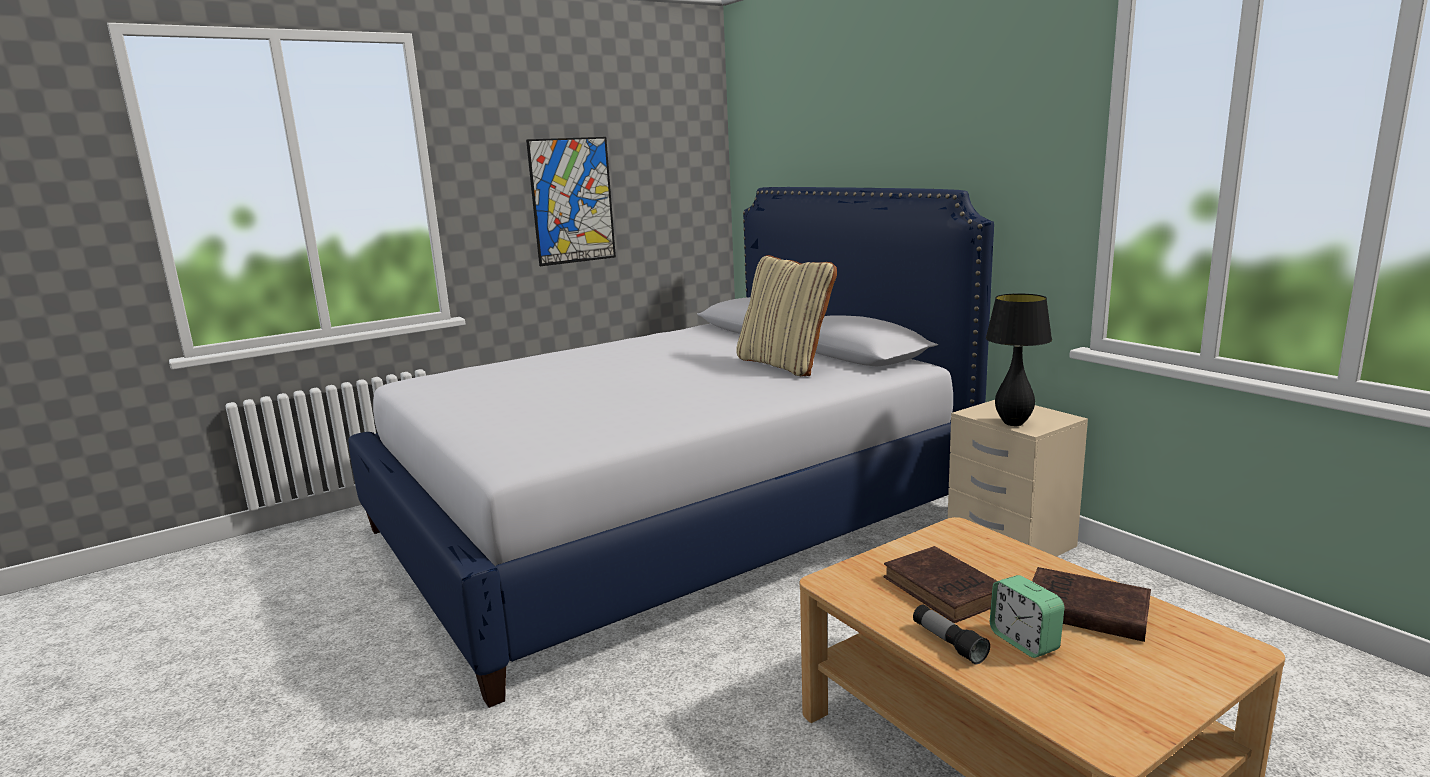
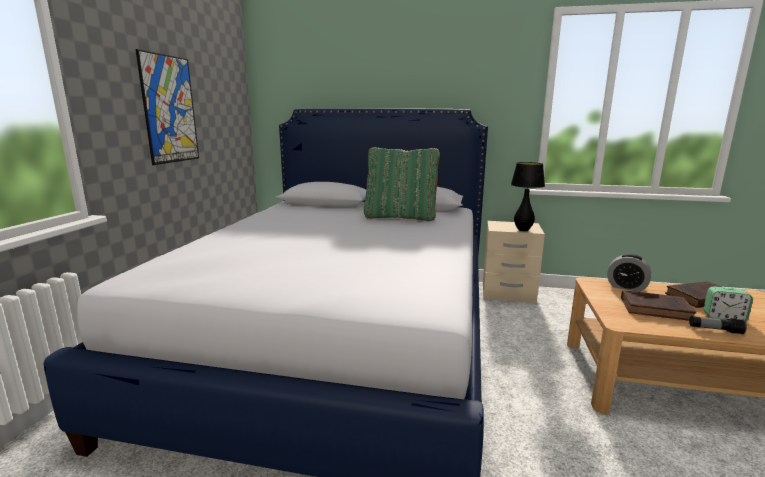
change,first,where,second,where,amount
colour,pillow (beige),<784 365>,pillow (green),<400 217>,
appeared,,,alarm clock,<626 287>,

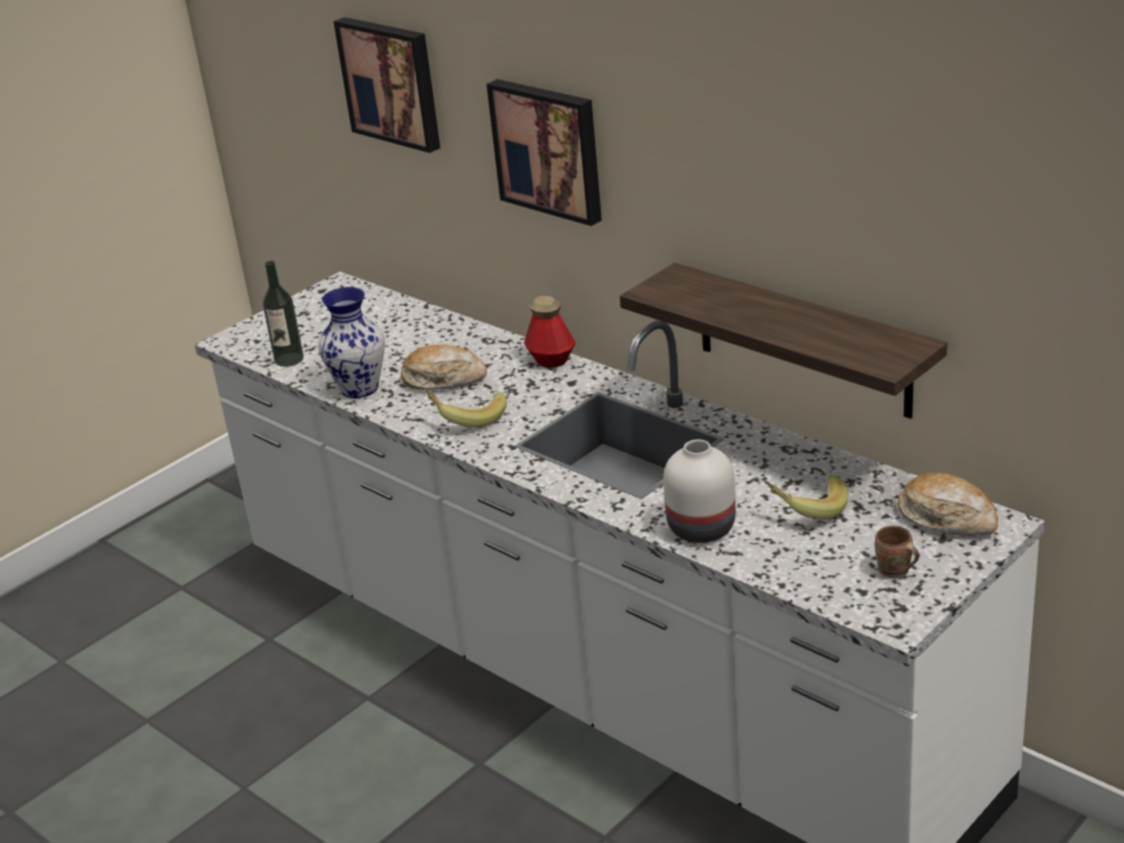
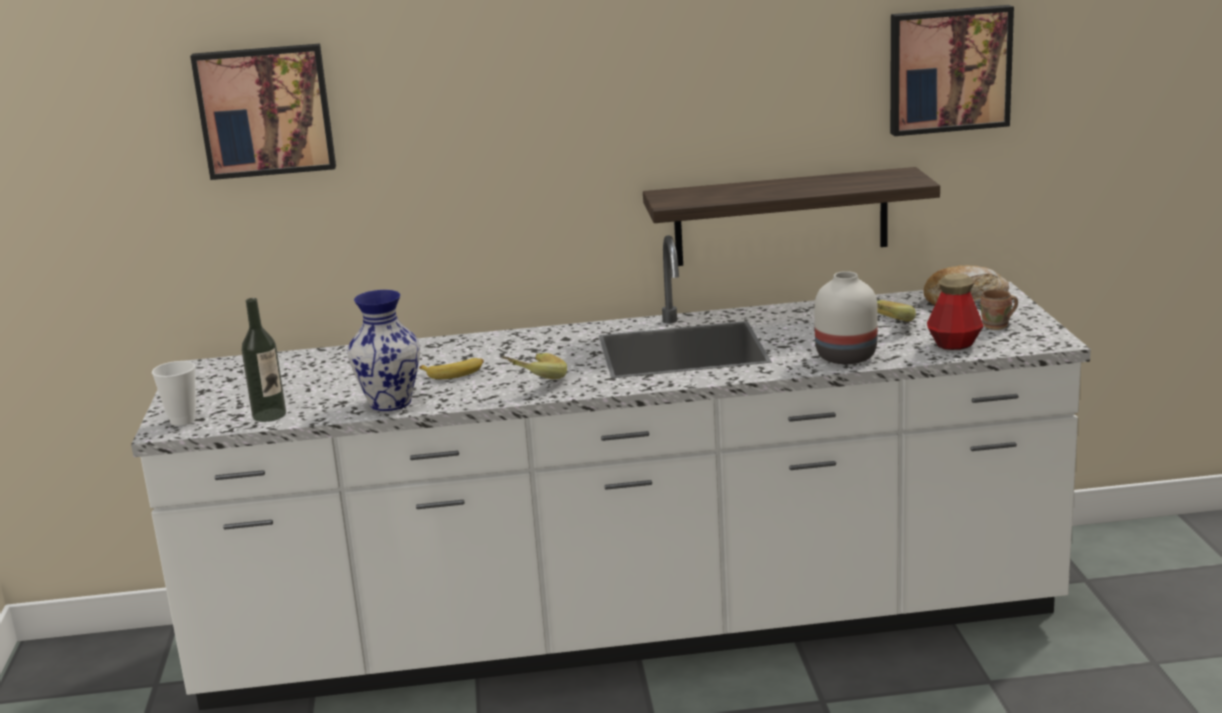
change,first,where,second,where,amount
relocated,picture,<549 149>,,<948 69>,
relocated,bottle,<551 360>,,<954 344>,
exchanged,bread,<444 379>,banana,<454 373>,
appeared,,,cup,<182 420>,

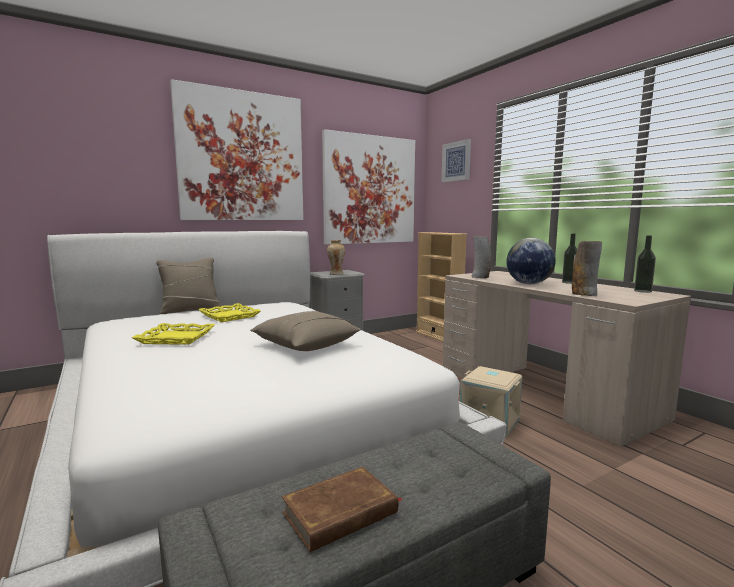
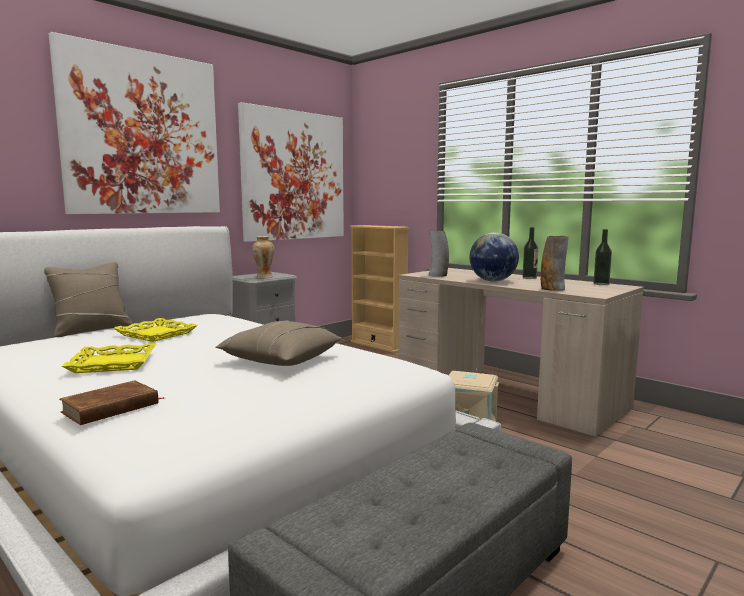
change,first,where,second,where,amount
missing,picture,<456 161>,,,
relocated,book (brown),<341 513>,,<111 408>,

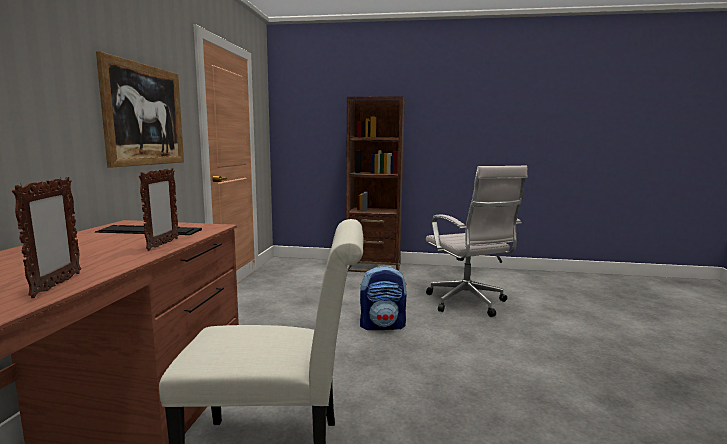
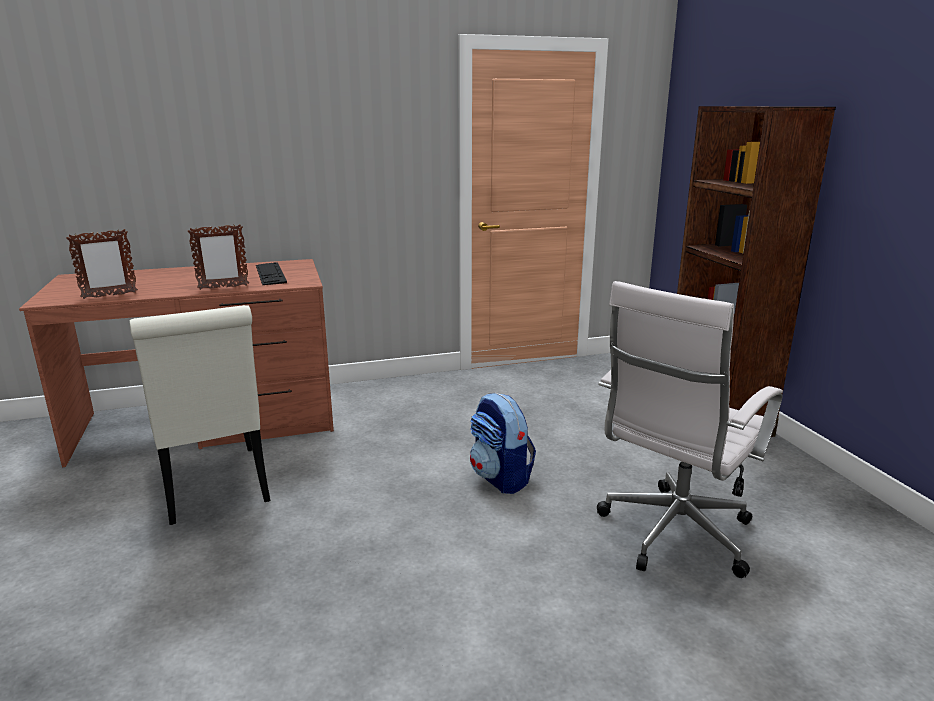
change,first,where,second,where,amount
missing,picture,<144 115>,,,

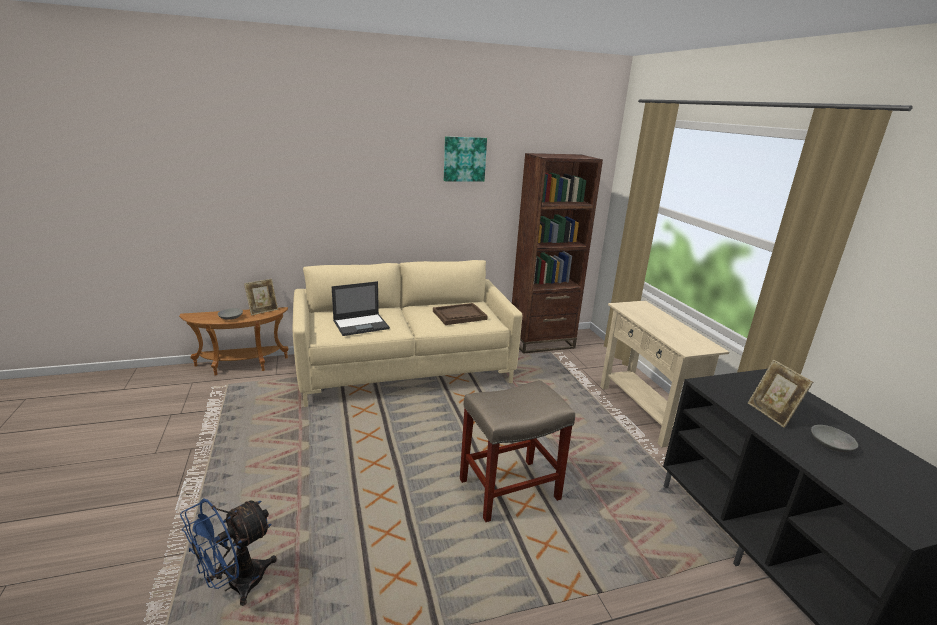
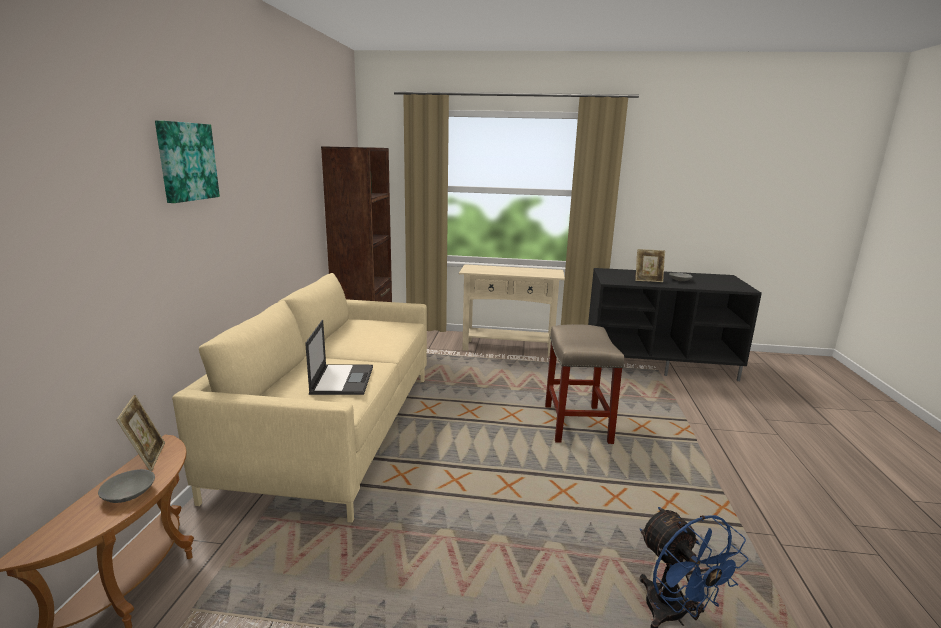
change,first,where,second,where,amount
relocated,picture,<464 159>,,<186 161>,
missing,tray (brown),<459 315>,,,

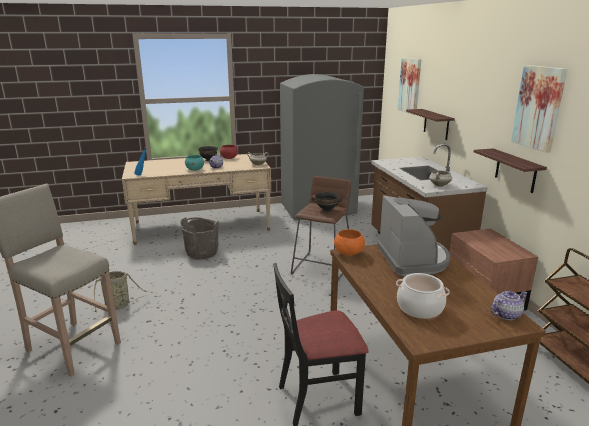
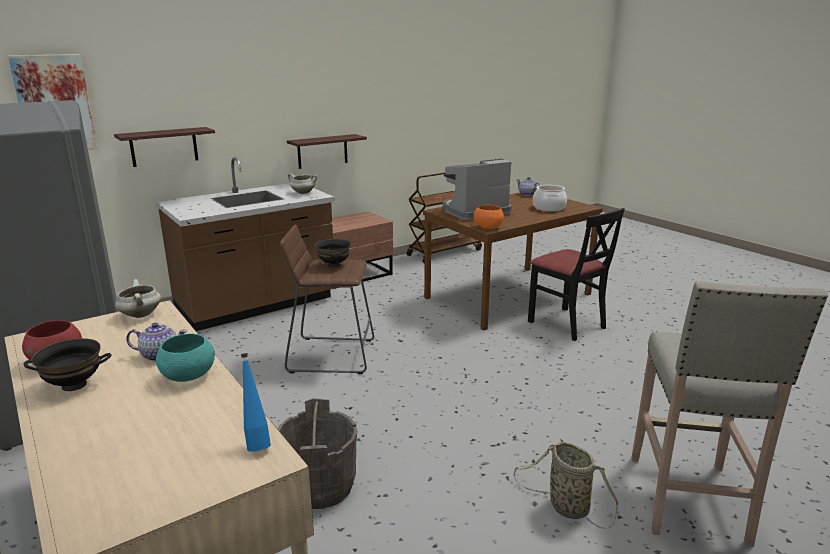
change,first,where,second,where,amount
missing,picture,<538 107>,,,

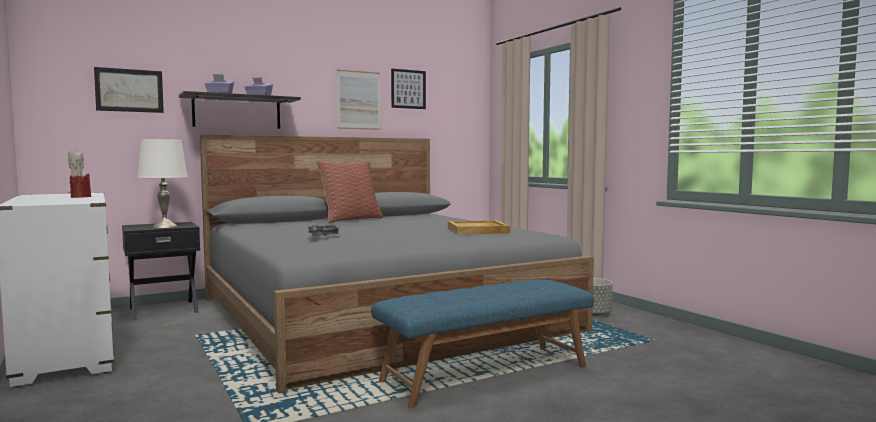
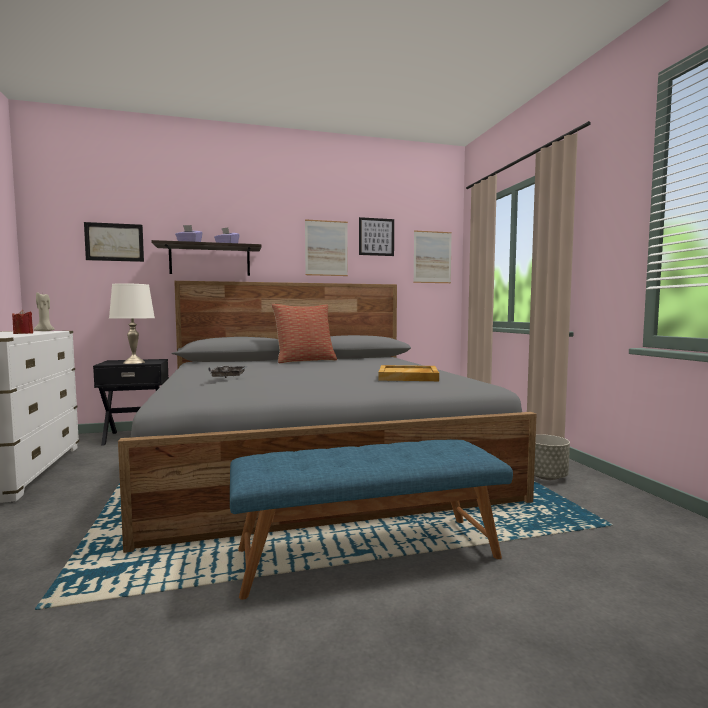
change,first,where,second,where,amount
appeared,,,picture,<432 257>,

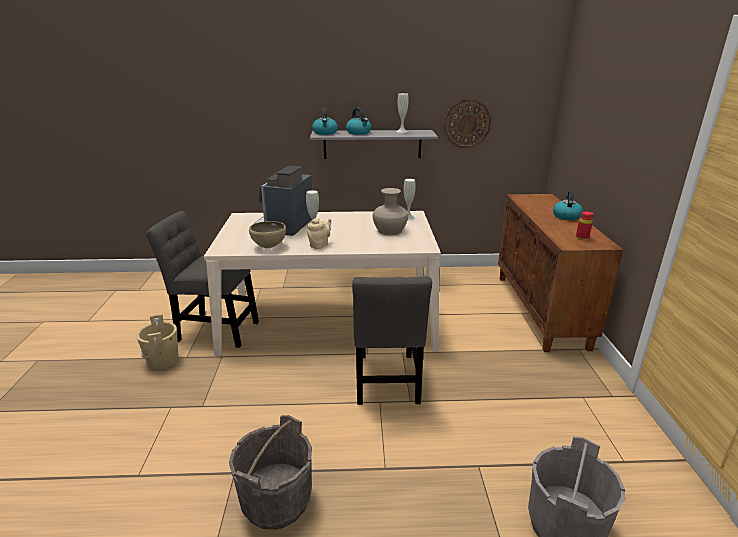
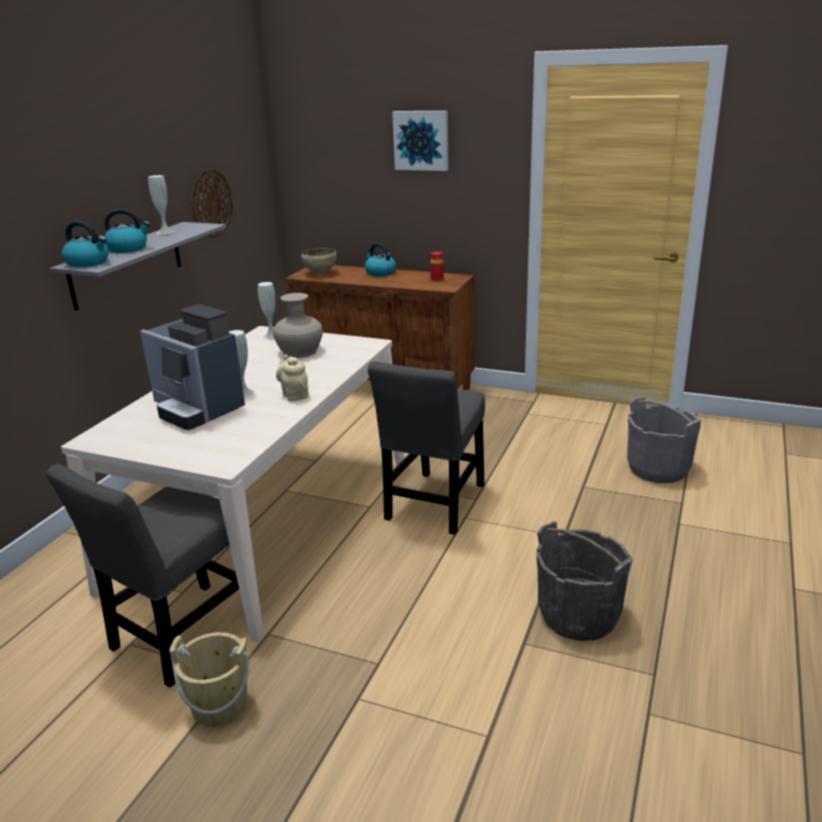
change,first,where,second,where,amount
relocated,bowl (brown),<269 247>,,<321 273>,
spun,chair (grey),<387 382>,,<434 505>,90 degrees clockwise
appeared,,,picture,<421 140>,

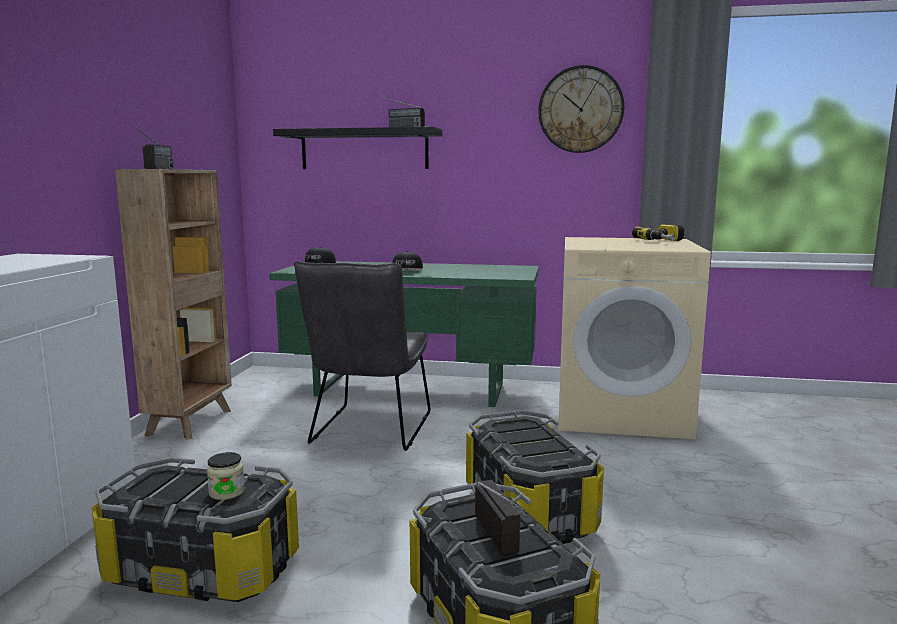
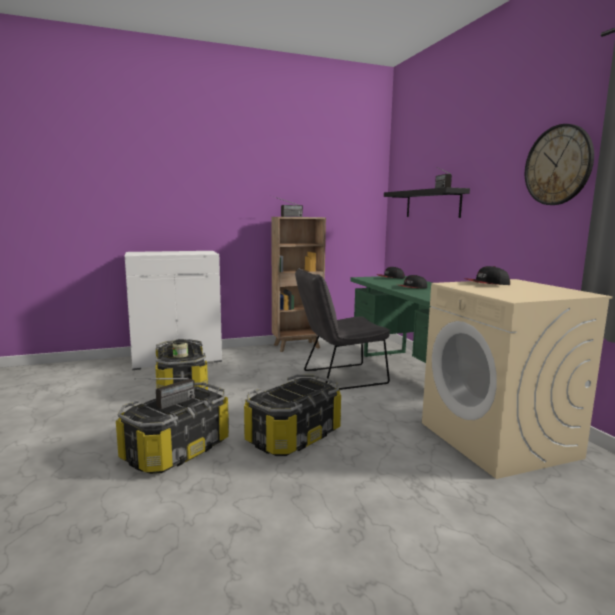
change,first,where,second,where,amount
missing,power drill,<665 241>,,,
appeared,,,cap,<486 284>,

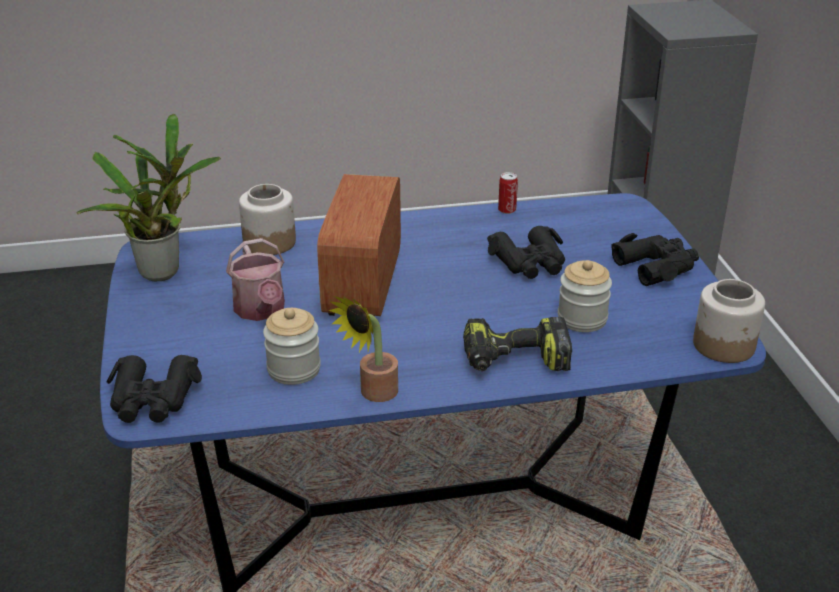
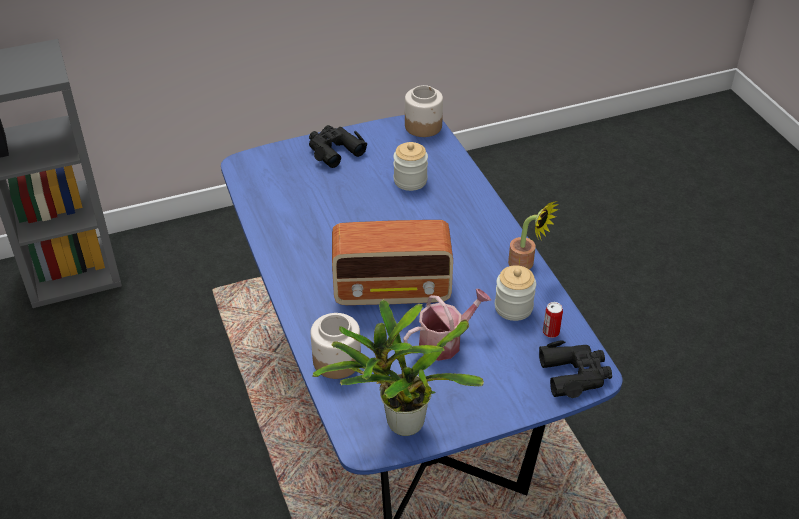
change,first,where,second,where,amount
relocated,can,<507 210>,,<551 332>,
missing,binoculars (black),<529 262>,,,
missing,power drill,<514 361>,,,

